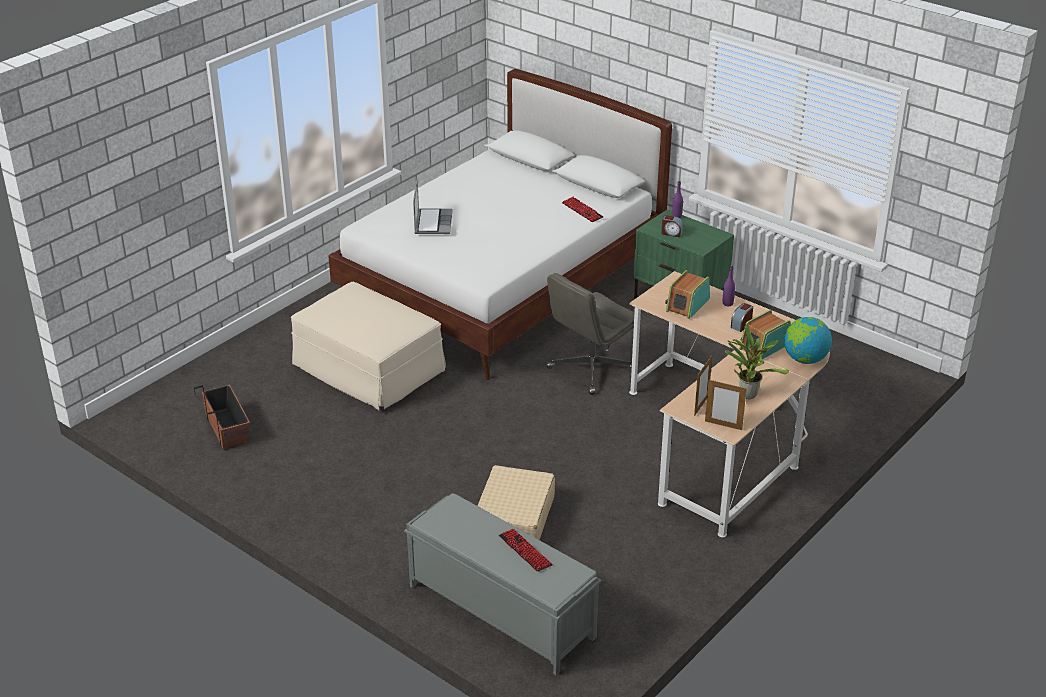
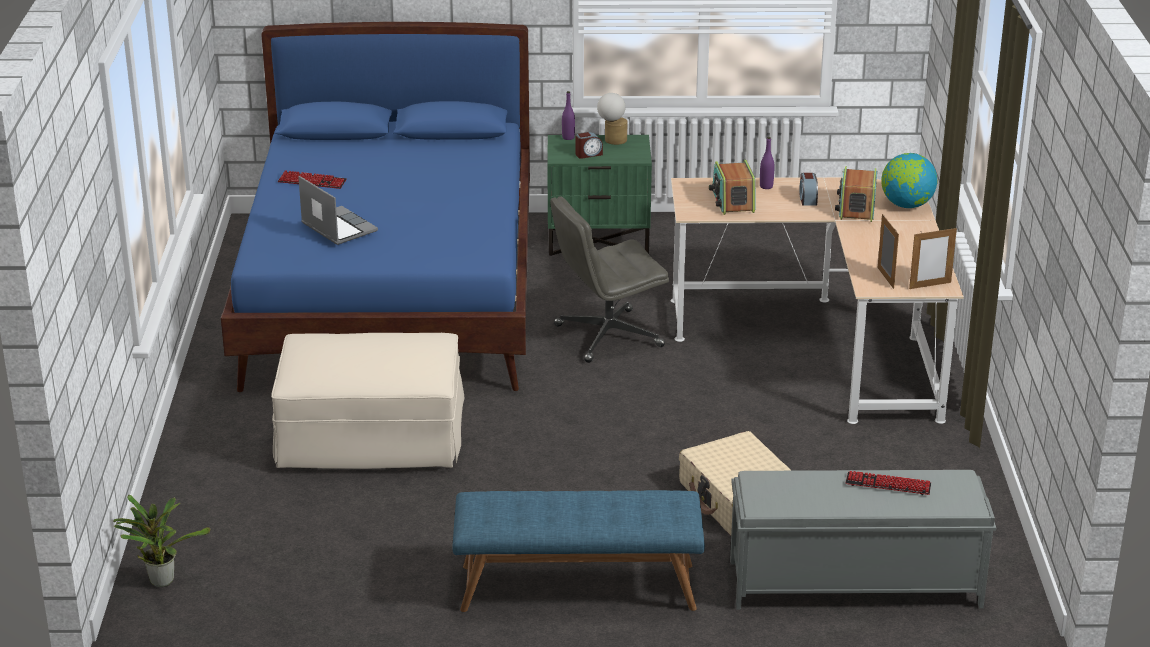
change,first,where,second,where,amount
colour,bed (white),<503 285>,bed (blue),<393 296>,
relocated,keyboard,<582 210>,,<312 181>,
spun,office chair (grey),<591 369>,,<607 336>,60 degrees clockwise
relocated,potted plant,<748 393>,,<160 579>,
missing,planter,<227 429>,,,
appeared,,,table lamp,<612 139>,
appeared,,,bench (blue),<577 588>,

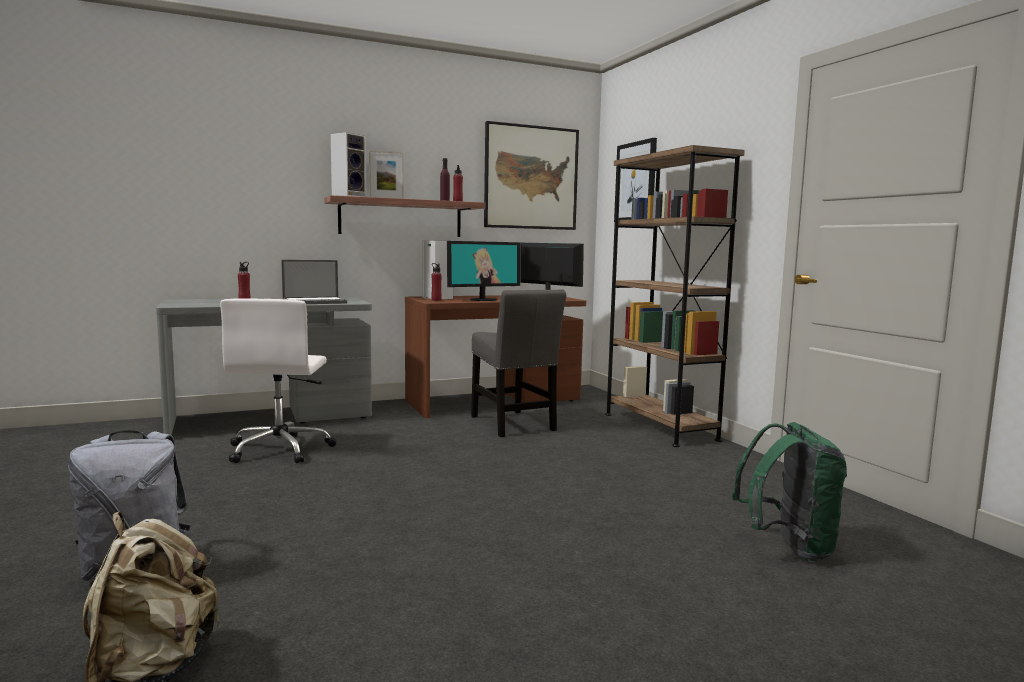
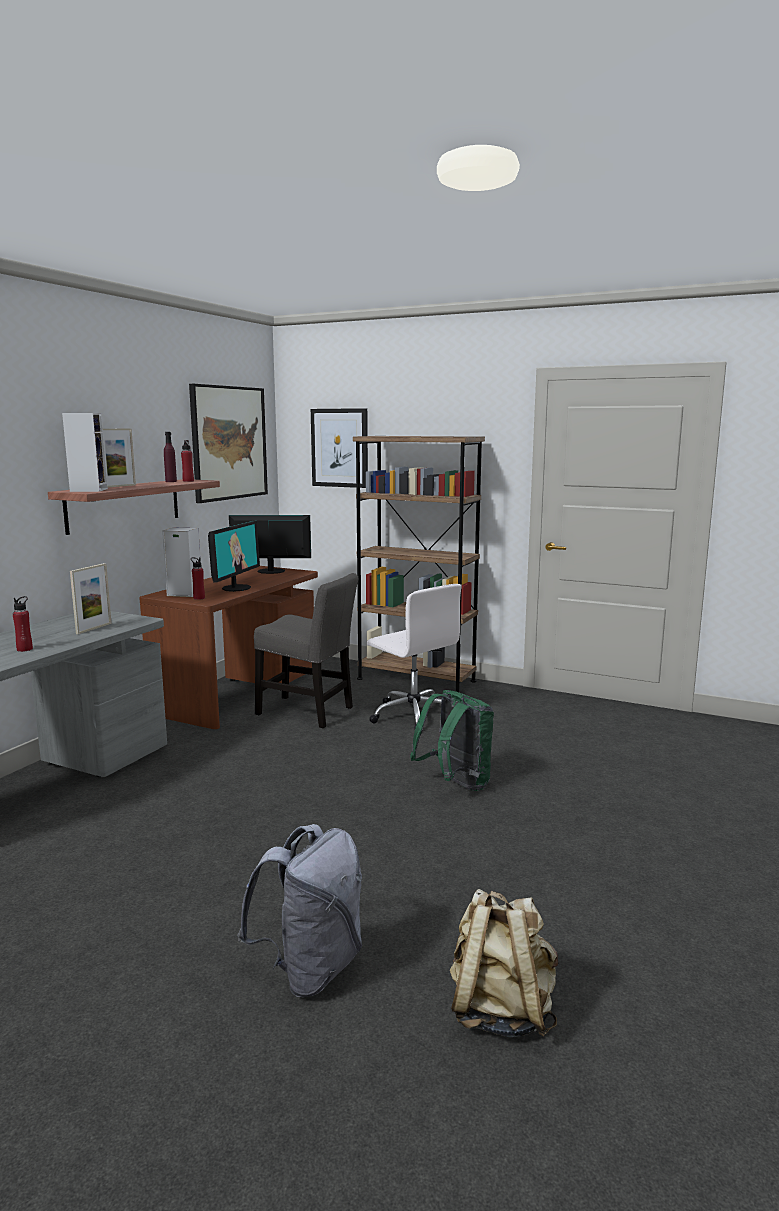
change,first,where,second,where,amount
exchanged,laptop,<315 302>,picture frame,<94 628>,
relocated,office chair (white),<280 449>,,<412 714>,
relocated,backpack (green),<788 547>,,<455 784>,

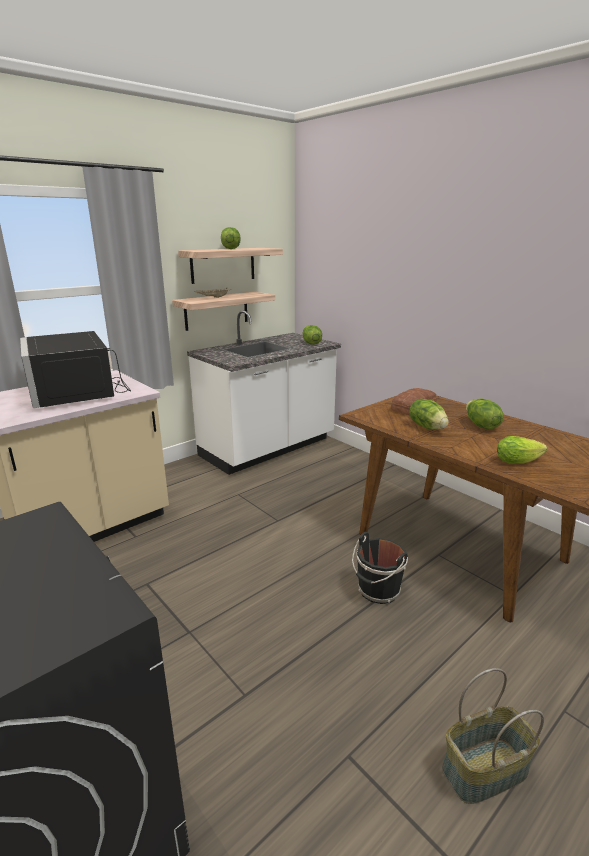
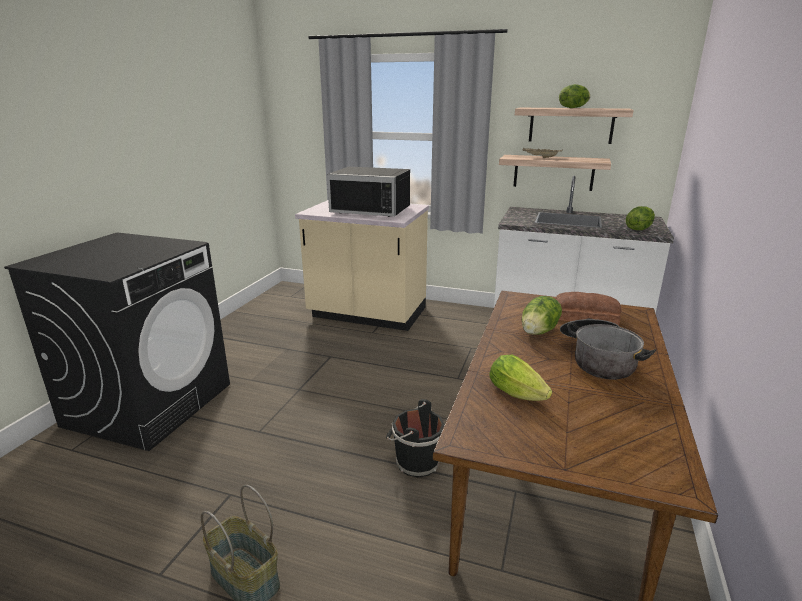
change,first,where,second,where,amount
spun,microwave (black),<79 391>,,<373 210>,105 degrees counterclockwise
exchanged,lettuce,<480 425>,cooking pot,<597 359>,

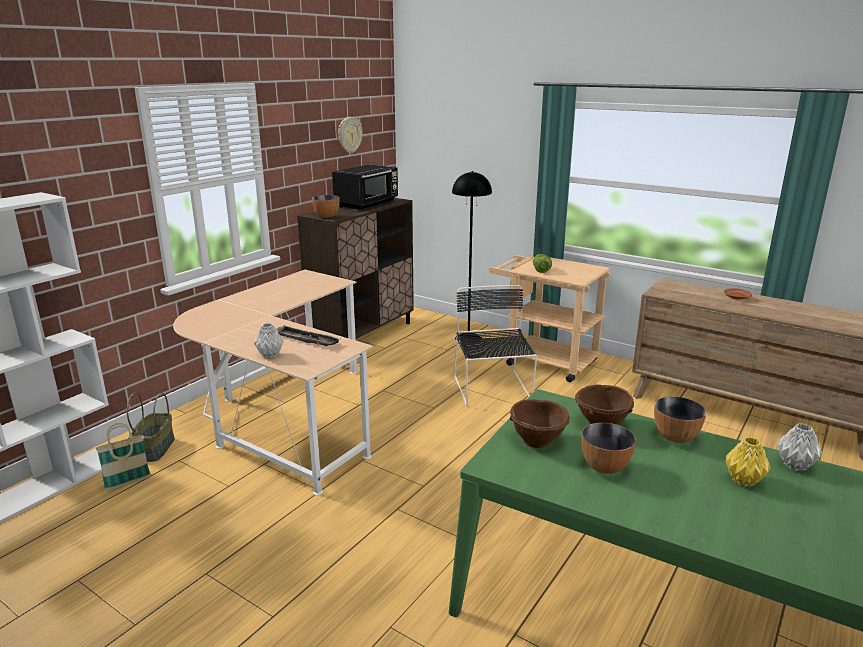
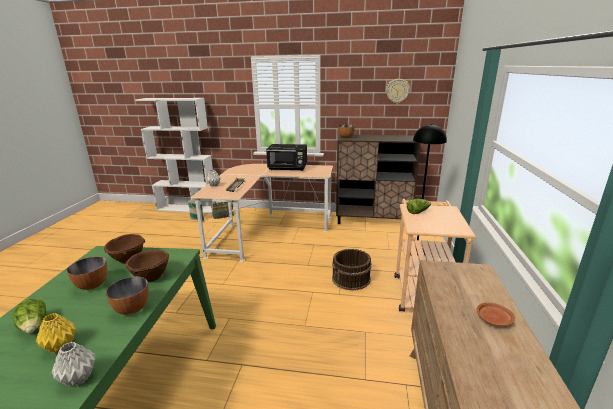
change,first,where,second,where,amount
relocated,microwave (black),<367 204>,,<288 168>,
exchanged,chair (black),<492 389>,bucket (brown),<351 279>,
appeared,,,lettuce,<34 326>,

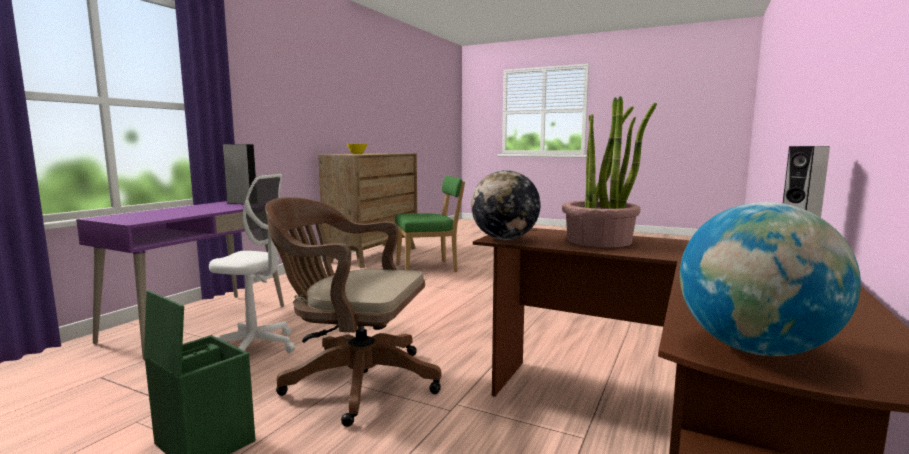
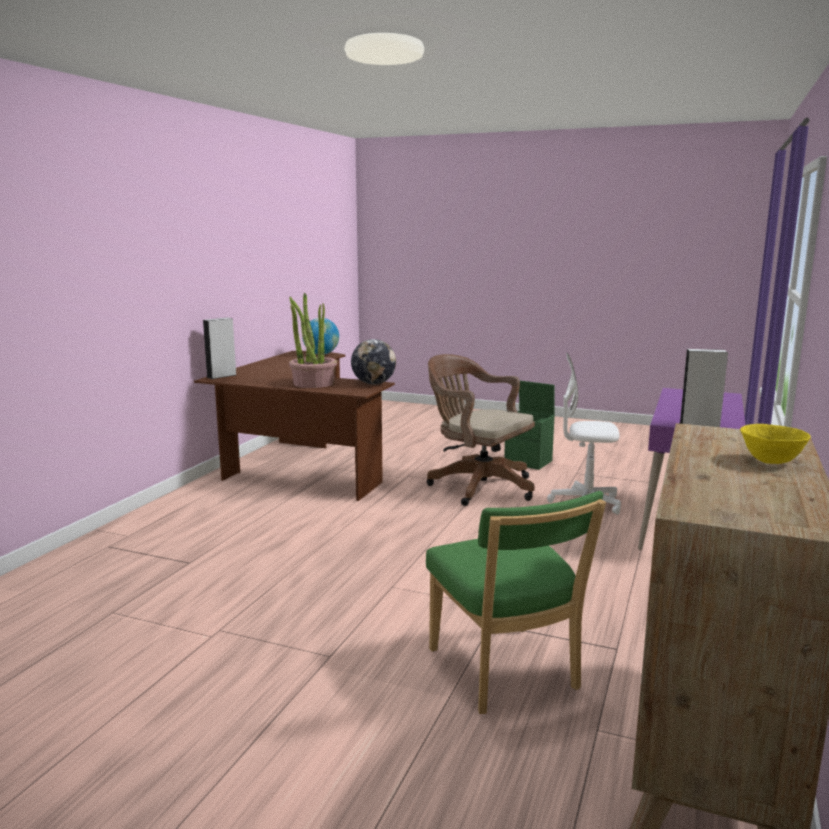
change,first,where,second,where,amount
spun,chair (green),<430 268>,,<506 673>,90 degrees counterclockwise
spun,office chair (brown),<354 381>,,<477 486>,150 degrees counterclockwise

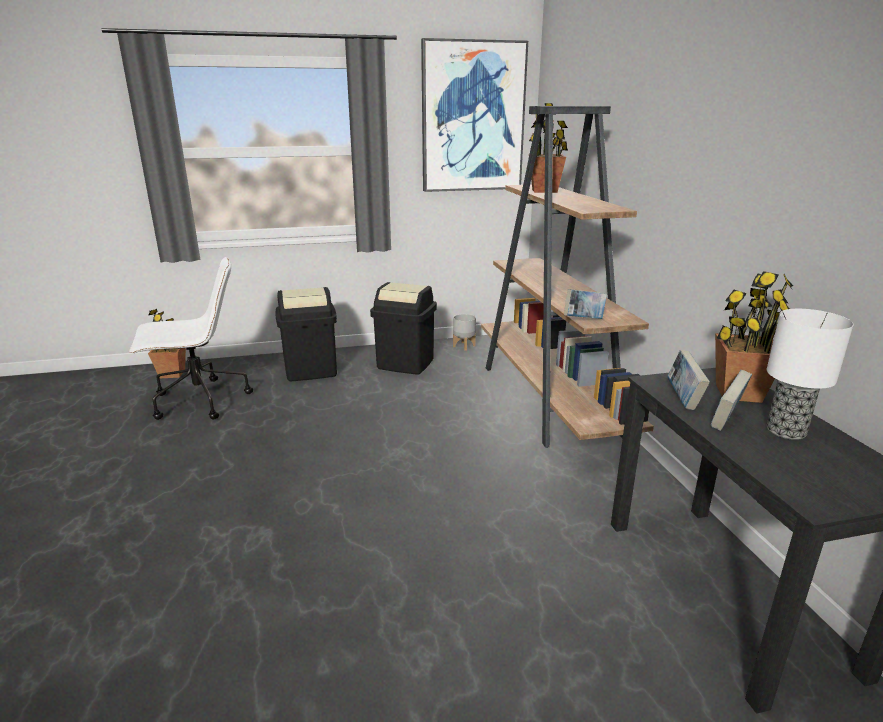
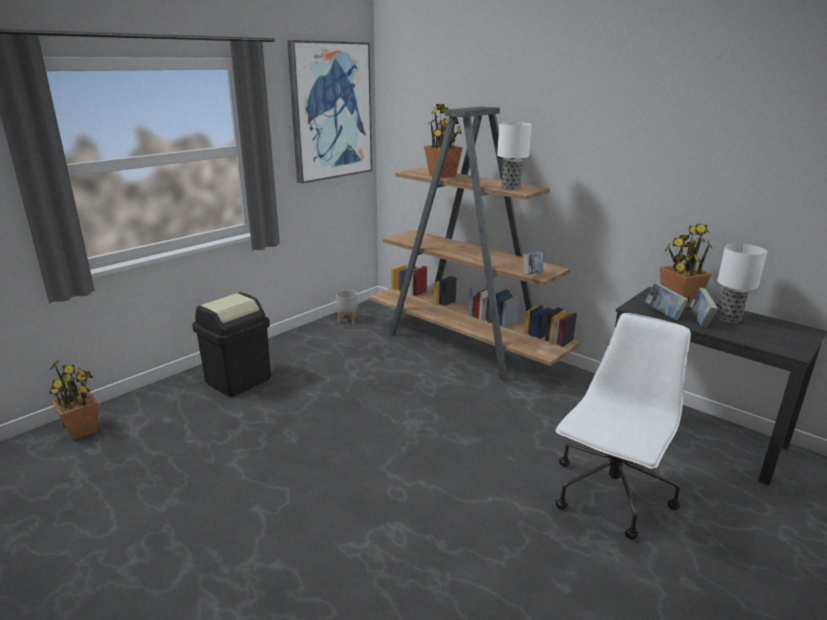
change,first,where,second,where,amount
relocated,office chair (white),<198 401>,,<610 496>,
missing,trash can (black),<405 363>,,,
appeared,,,table lamp,<510 188>,

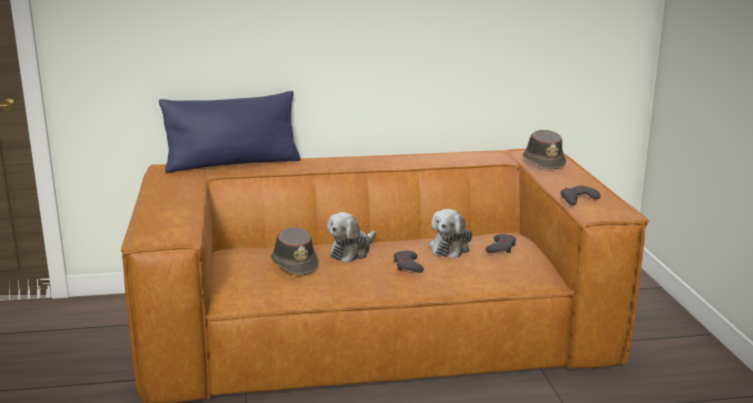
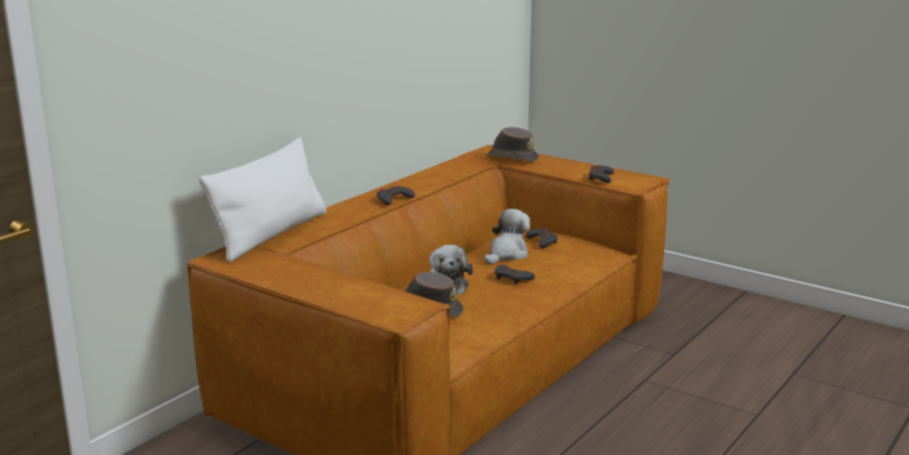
change,first,where,second,where,amount
colour,pillow (blue),<233 164>,pillow (white),<271 234>,
spun,plush toy,<450 247>,,<507 254>,120 degrees counterclockwise
appeared,,,game controller (grey),<393 199>,

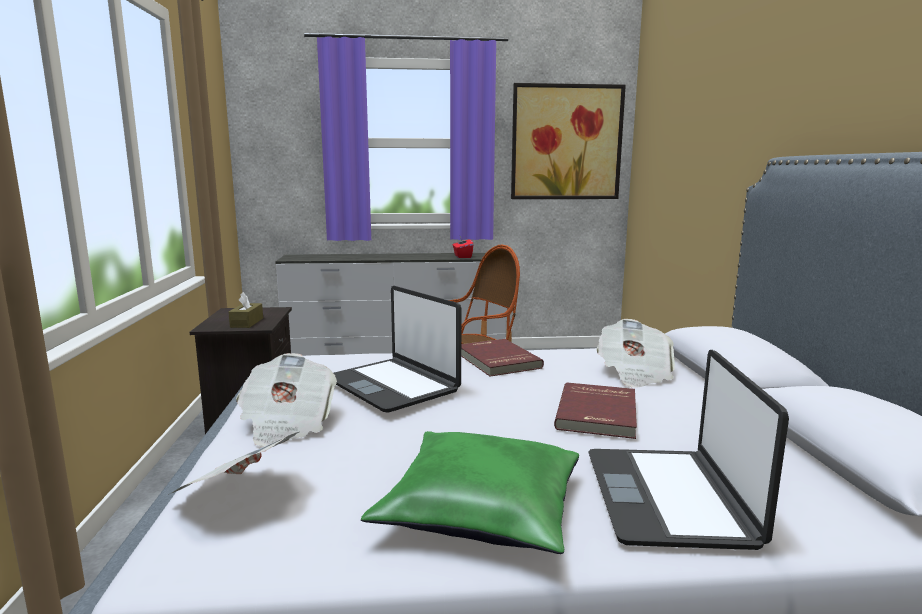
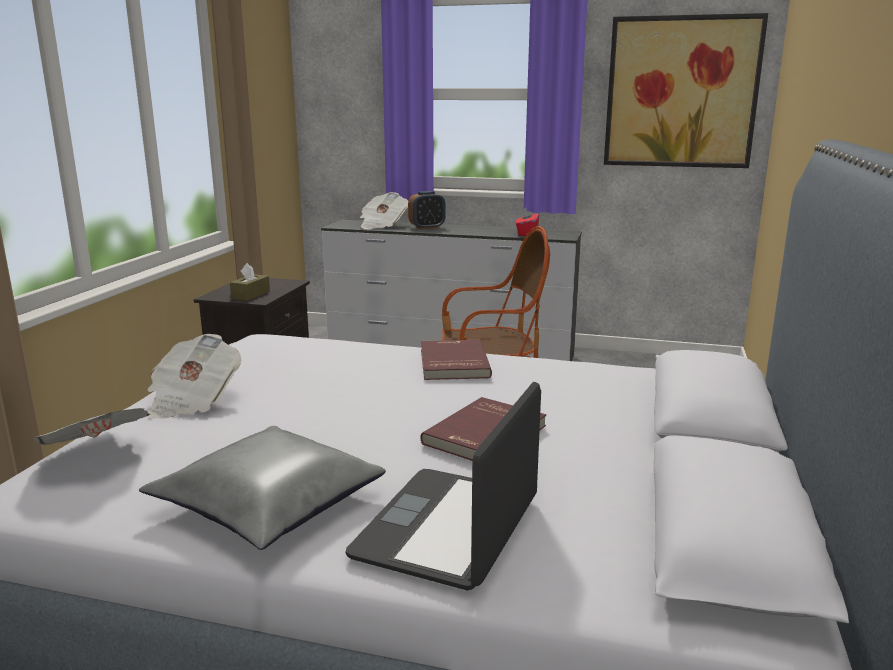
change,first,where,second,where,amount
missing,laptop,<393 385>,,,
relocated,newspaper,<634 373>,,<382 225>,
colour,pillow (green),<481 509>,pillow (grey),<268 504>,
appeared,,,alarm clock,<427 227>,

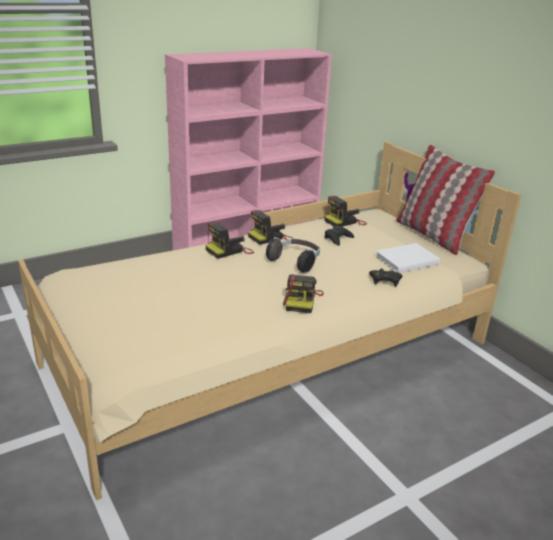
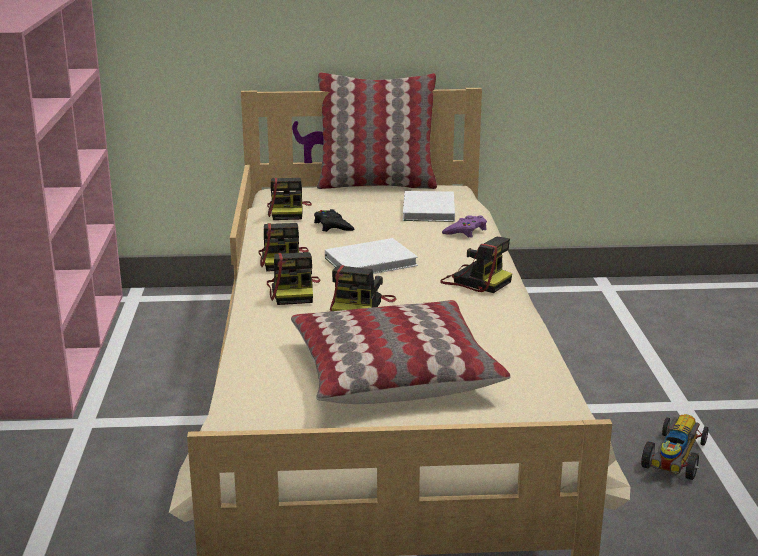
change,first,where,second,where,amount
exchanged,headphones,<295 262>,book (white),<373 262>,
colour,game controller (black),<385 280>,game controller (purple),<466 231>,
appeared,,,photo camera,<361 307>,
appeared,,,pillow,<392 373>,
appeared,,,toy car,<674 459>,

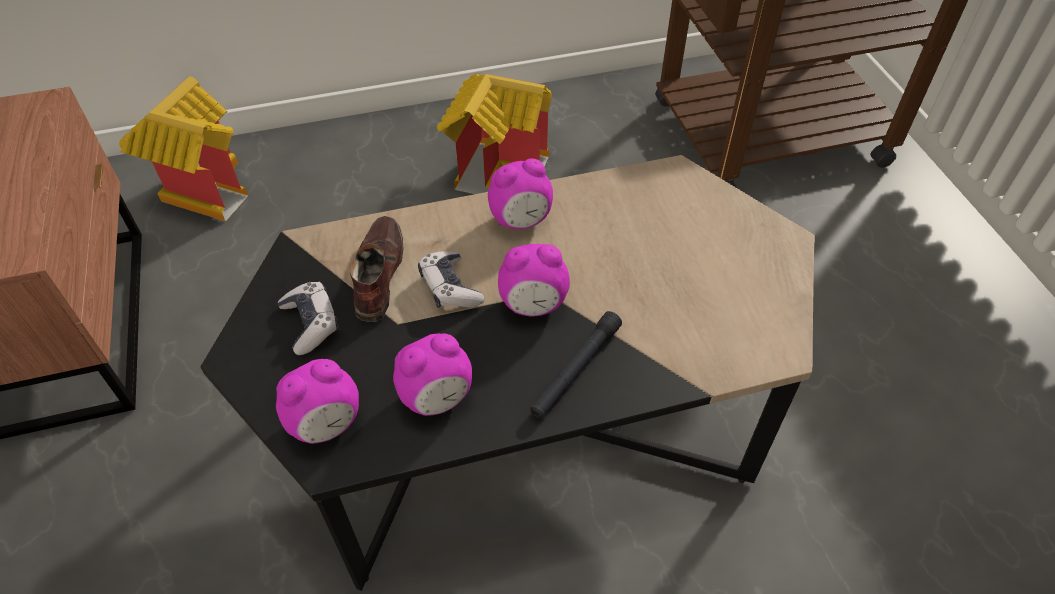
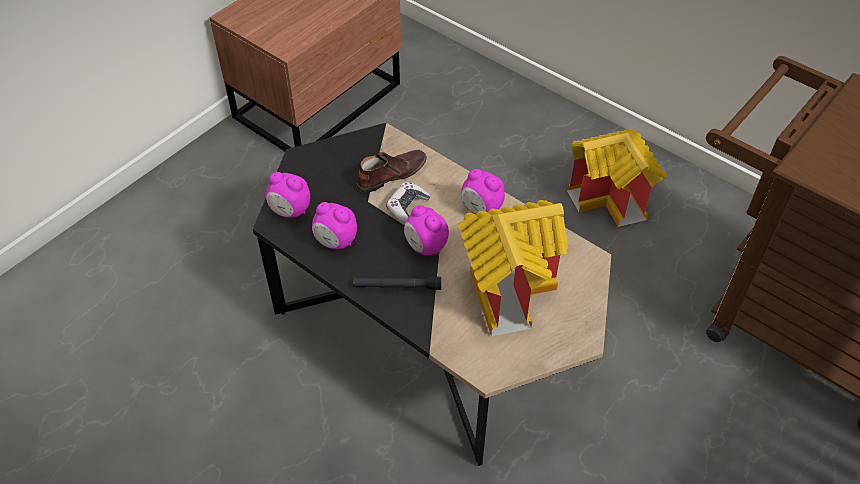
change,first,where,second,where,amount
relocated,toy house,<202 188>,,<508 288>,
missing,game controller,<311 323>,,,

